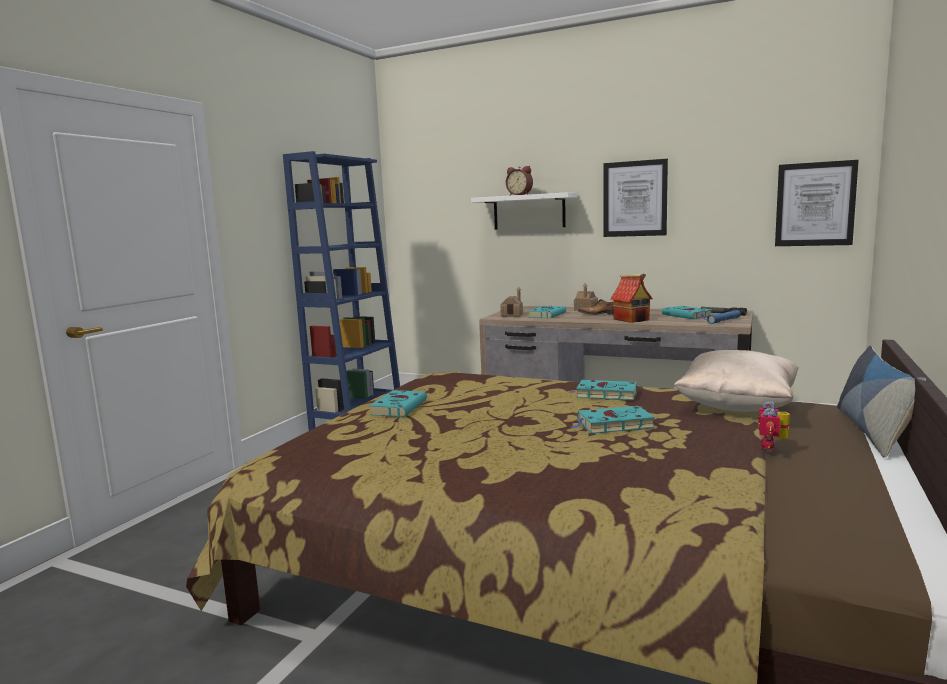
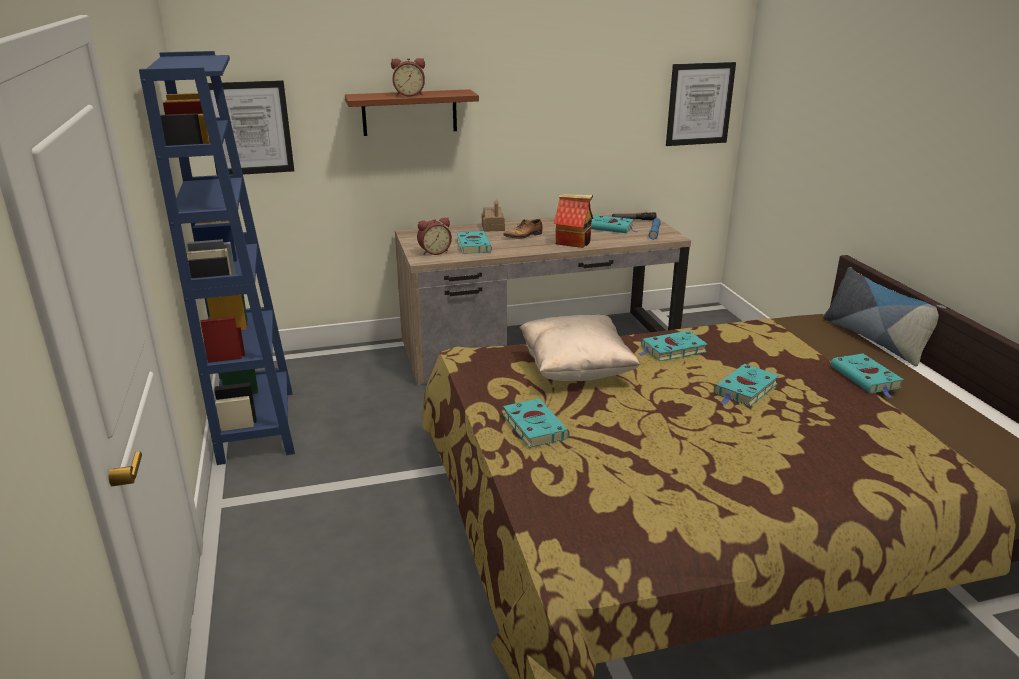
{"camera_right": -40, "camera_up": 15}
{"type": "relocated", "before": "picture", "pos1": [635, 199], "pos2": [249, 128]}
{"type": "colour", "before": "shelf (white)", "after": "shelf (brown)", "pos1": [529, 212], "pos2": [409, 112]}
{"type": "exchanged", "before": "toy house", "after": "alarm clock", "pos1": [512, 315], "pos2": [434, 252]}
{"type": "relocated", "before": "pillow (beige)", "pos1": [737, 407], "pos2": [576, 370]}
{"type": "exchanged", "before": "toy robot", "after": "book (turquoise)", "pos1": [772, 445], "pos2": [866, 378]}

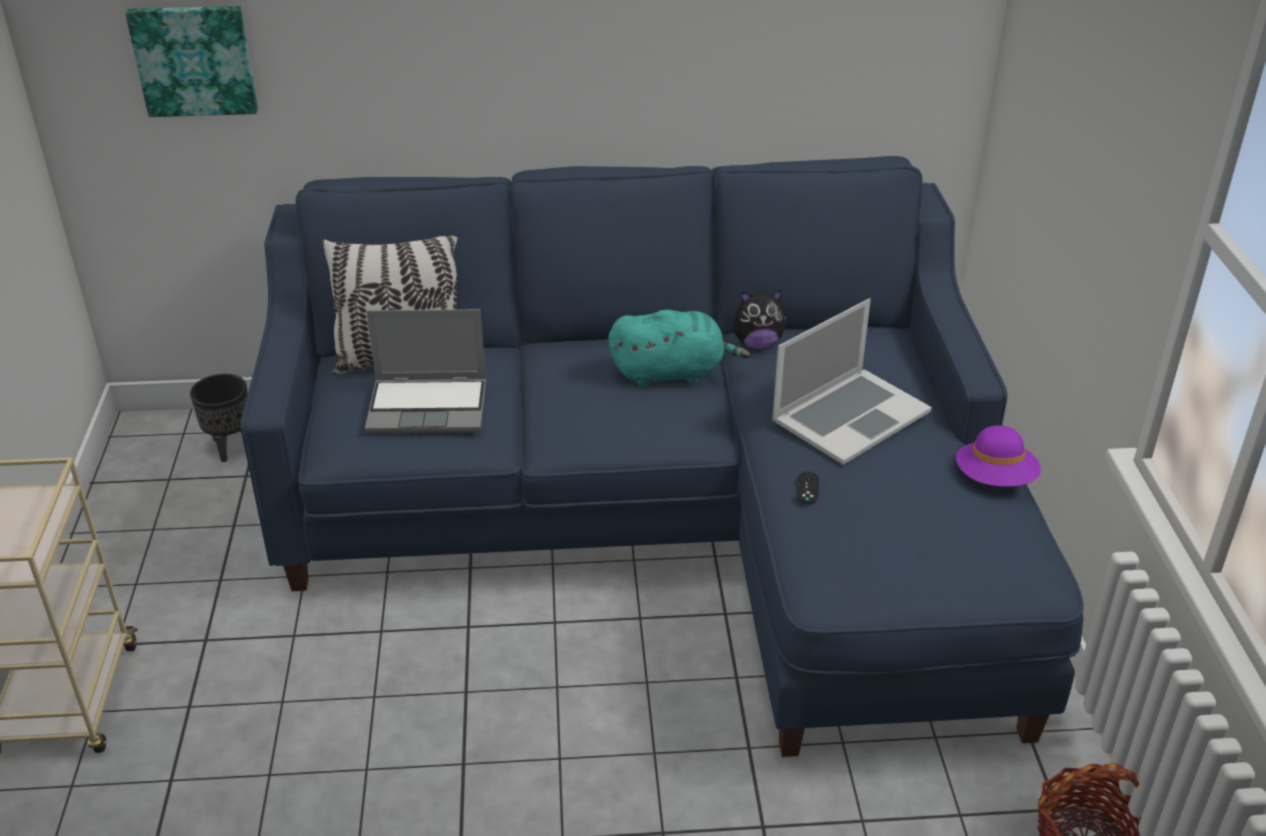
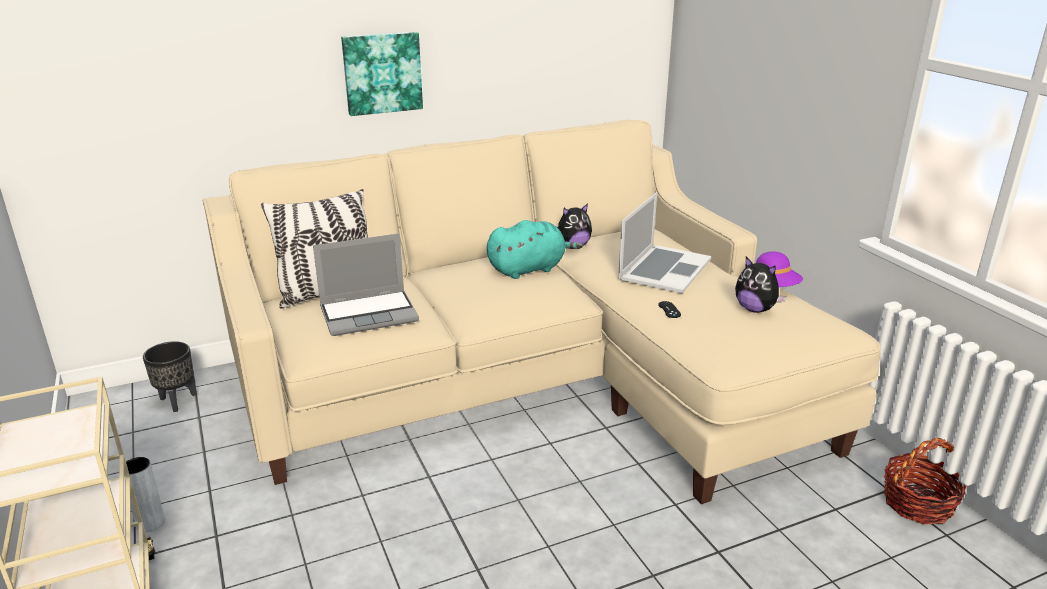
{"camera_right": -20, "camera_up": -10}
{"type": "relocated", "before": "picture", "pos1": [194, 60], "pos2": [382, 73]}
{"type": "colour", "before": "sofa (blue)", "after": "sofa (beige)", "pos1": [670, 518], "pos2": [534, 381]}
{"type": "appeared", "after": "plush toy", "pos2": [755, 309]}
{"type": "appeared", "after": "vase (grey)", "pos2": [150, 523]}

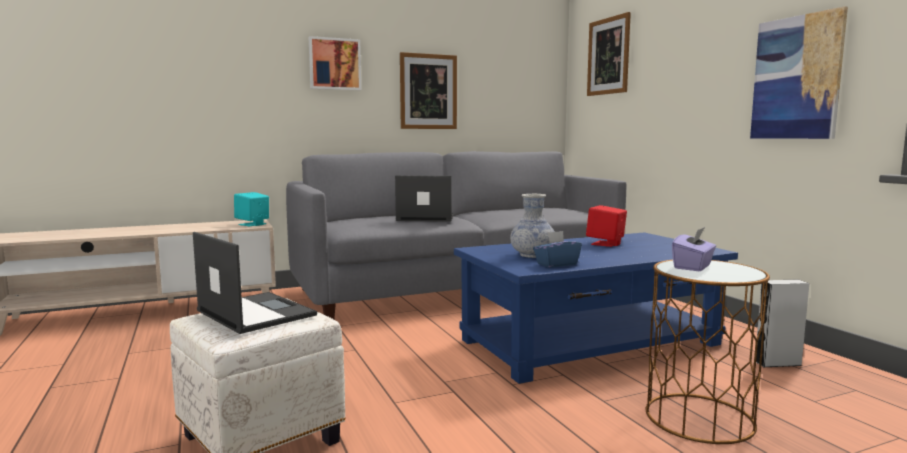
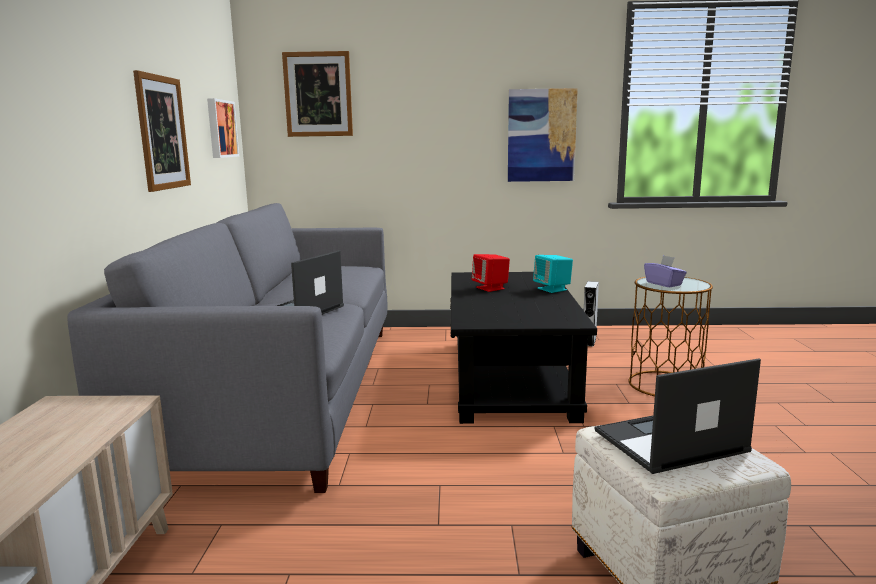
{"camera_right": -65, "camera_up": 5}
{"type": "relocated", "before": "picture", "pos1": [334, 64], "pos2": [220, 129]}
{"type": "relocated", "before": "speaker (turquoise)", "pos1": [252, 224], "pos2": [552, 289]}
{"type": "missing", "before": "vase", "pos1": [532, 255]}
{"type": "missing", "before": "tissue box (blue)", "pos1": [556, 264]}
{"type": "colour", "before": "coffee table (blue)", "after": "coffee table (black)", "pos1": [591, 342], "pos2": [510, 377]}

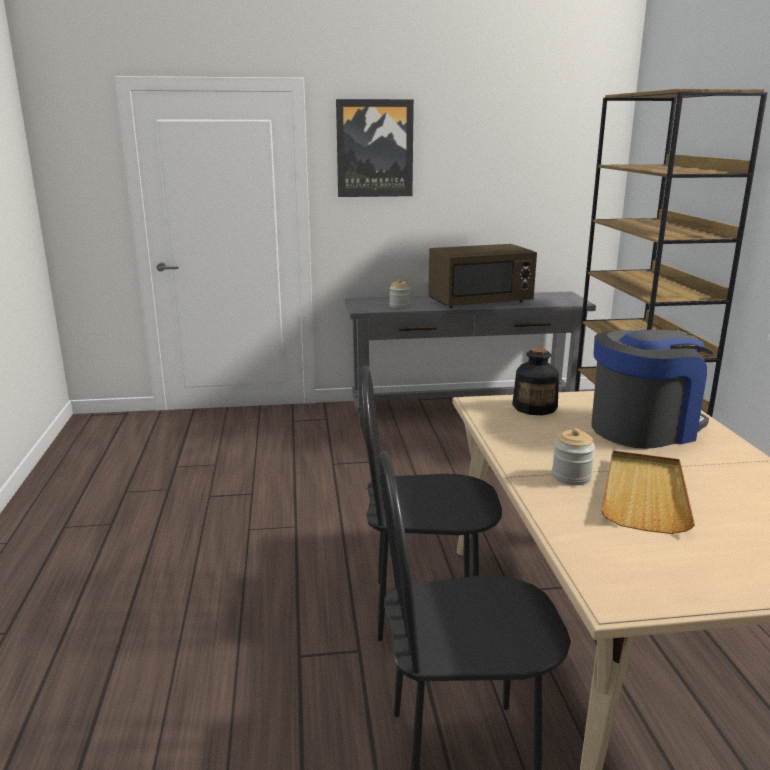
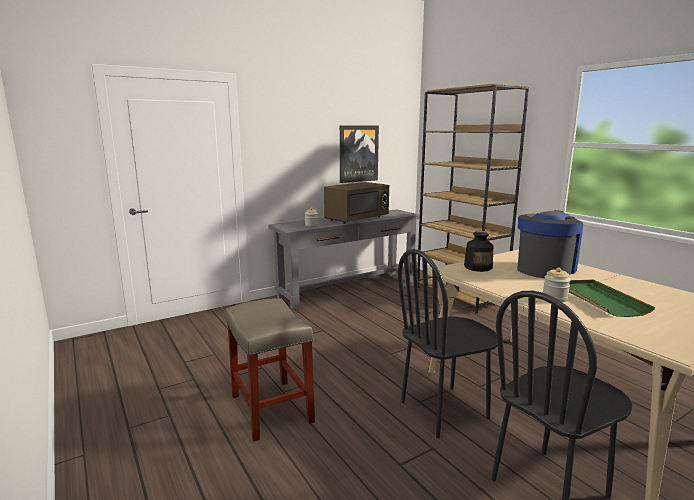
{"camera_right": -25, "camera_up": -5}
{"type": "relocated", "before": "picture", "pos1": [374, 148], "pos2": [358, 153]}
{"type": "colour", "before": "tray (beige)", "after": "tray (green)", "pos1": [644, 494], "pos2": [600, 300]}
{"type": "appeared", "after": "stool (beige)", "pos2": [270, 408]}

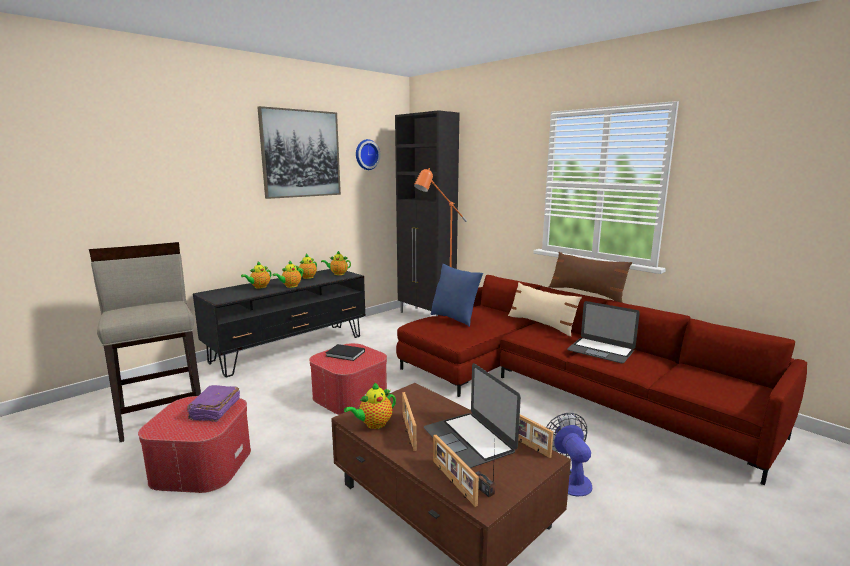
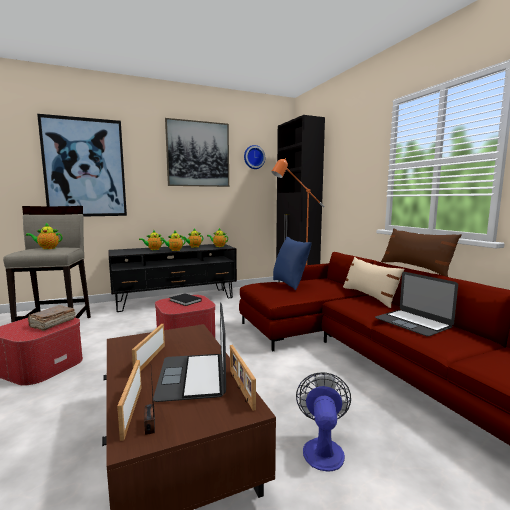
{"camera_right": 20, "camera_up": -5}
{"type": "relocated", "before": "teapot", "pos1": [373, 424], "pos2": [47, 248]}
{"type": "colour", "before": "book (purple)", "after": "book (brown)", "pos1": [214, 411], "pos2": [52, 324]}
{"type": "appeared", "after": "picture", "pos2": [85, 168]}

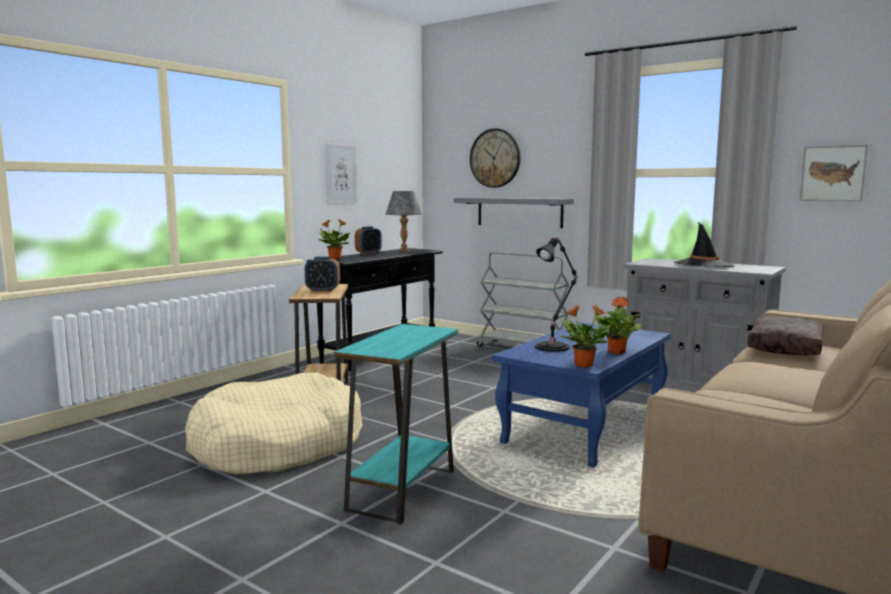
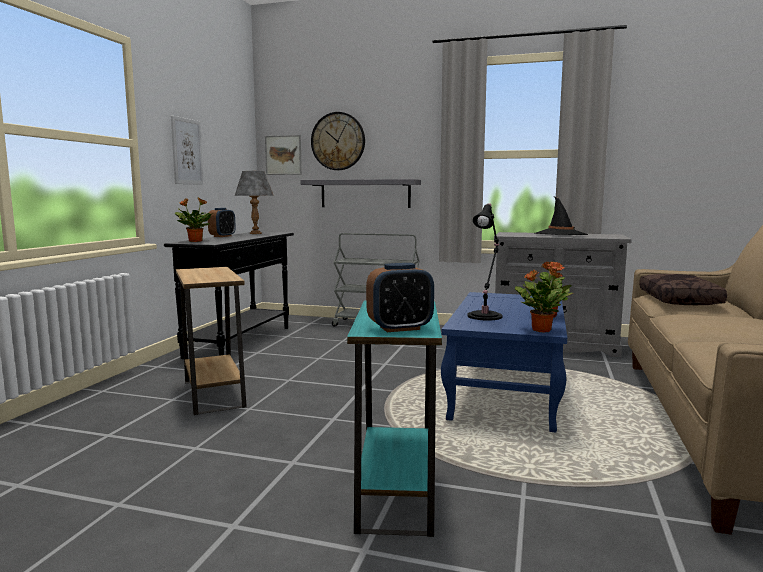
{"camera_right": -20, "camera_up": 0}
{"type": "relocated", "before": "picture", "pos1": [832, 173], "pos2": [283, 155]}
{"type": "relocated", "before": "alarm clock", "pos1": [322, 290], "pos2": [400, 328]}
{"type": "missing", "before": "dog bed (beige)", "pos1": [277, 445]}

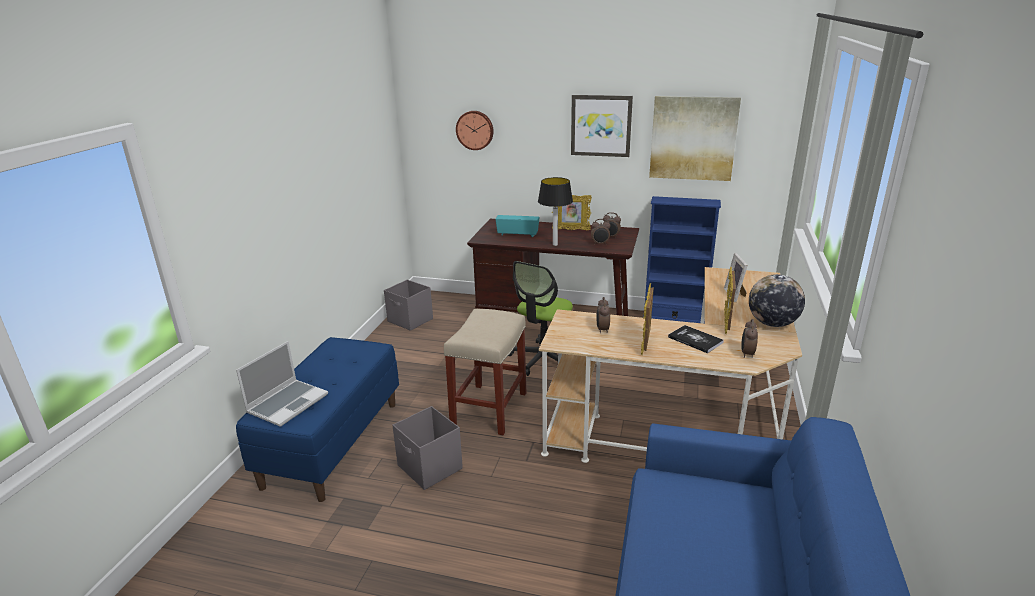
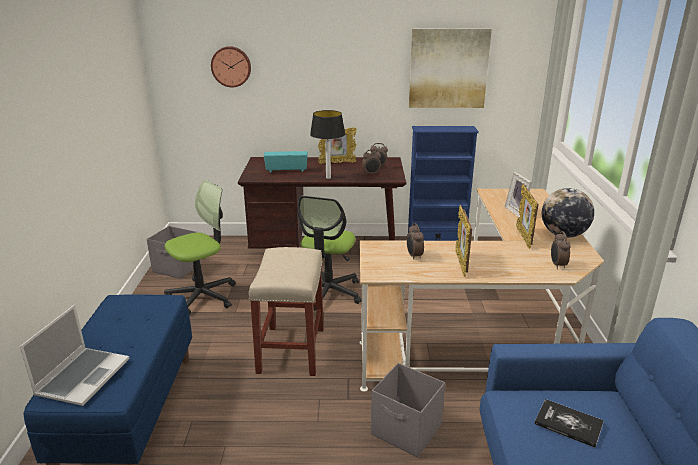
{"camera_right": -15, "camera_up": 0}
{"type": "missing", "before": "picture", "pos1": [601, 125]}
{"type": "relocated", "before": "book", "pos1": [695, 340], "pos2": [568, 424]}
{"type": "relocated", "before": "storage box (grey)", "pos1": [430, 468], "pos2": [406, 431]}
{"type": "appeared", "after": "office chair", "pos2": [202, 296]}

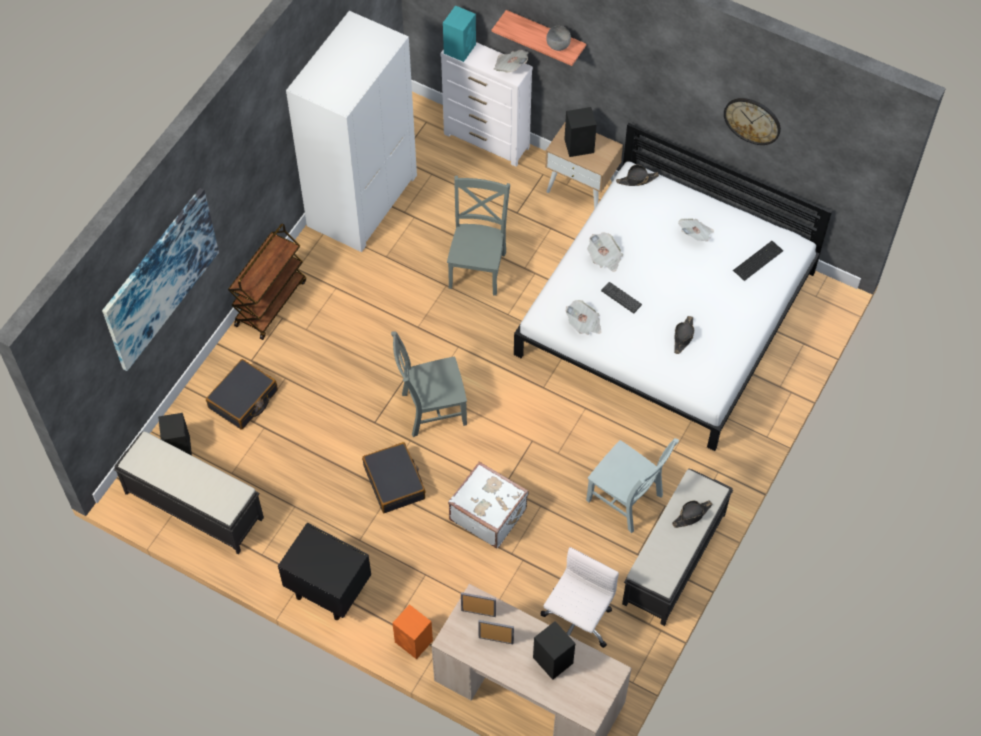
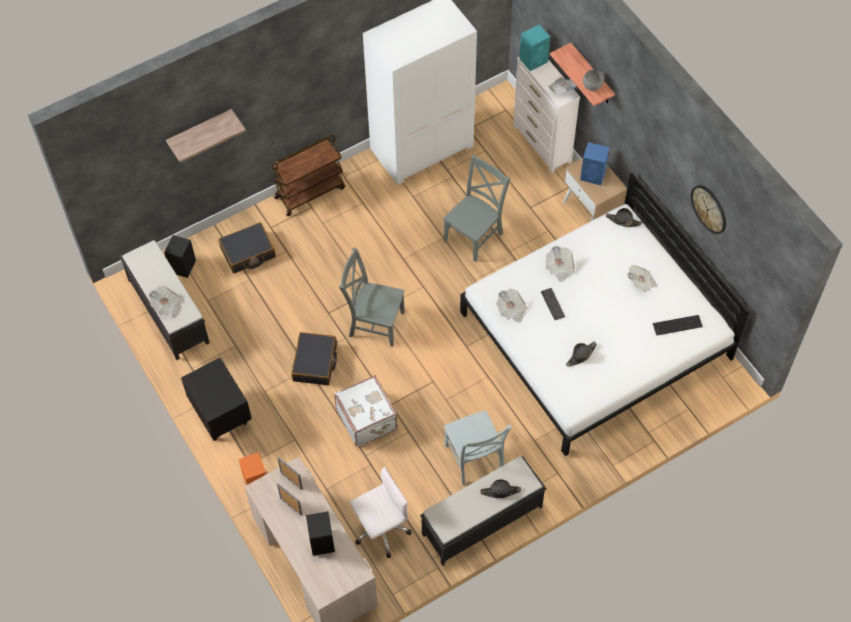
{"camera_right": 30, "camera_up": 0}
{"type": "colour", "before": "speaker (black)", "after": "speaker (blue)", "pos1": [580, 146], "pos2": [593, 175]}
{"type": "exchanged", "before": "picture", "after": "shelf", "pos1": [160, 278], "pos2": [200, 131]}
{"type": "appeared", "after": "newspaper", "pos2": [167, 306]}

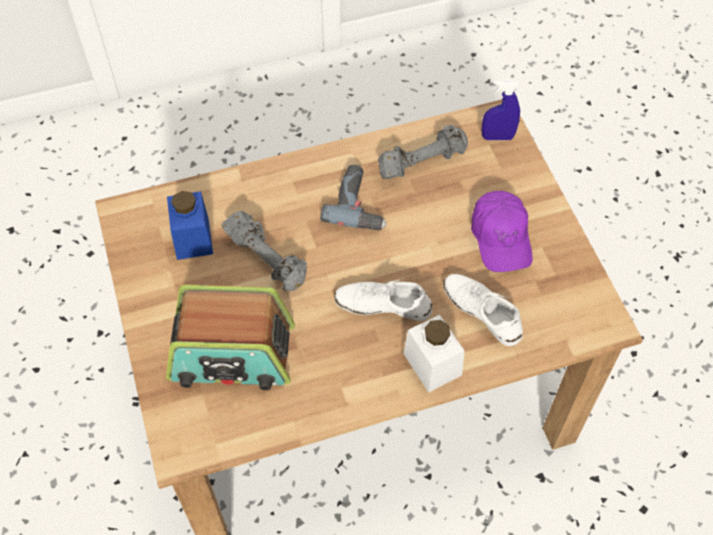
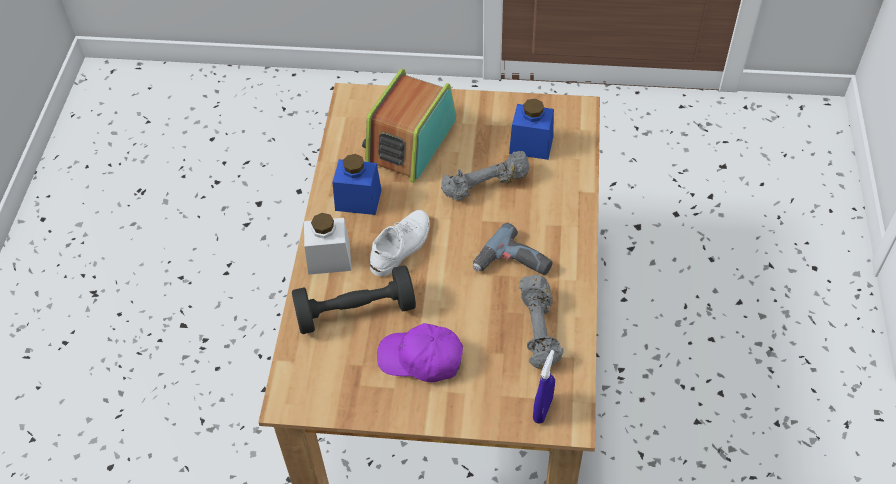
{"camera_right": 115, "camera_up": -5}
{"type": "exchanged", "before": "shoe (white)", "after": "dumbbell (black)", "pos1": [482, 311], "pos2": [355, 312]}
{"type": "appeared", "after": "jar (blue)", "pos2": [358, 200]}

